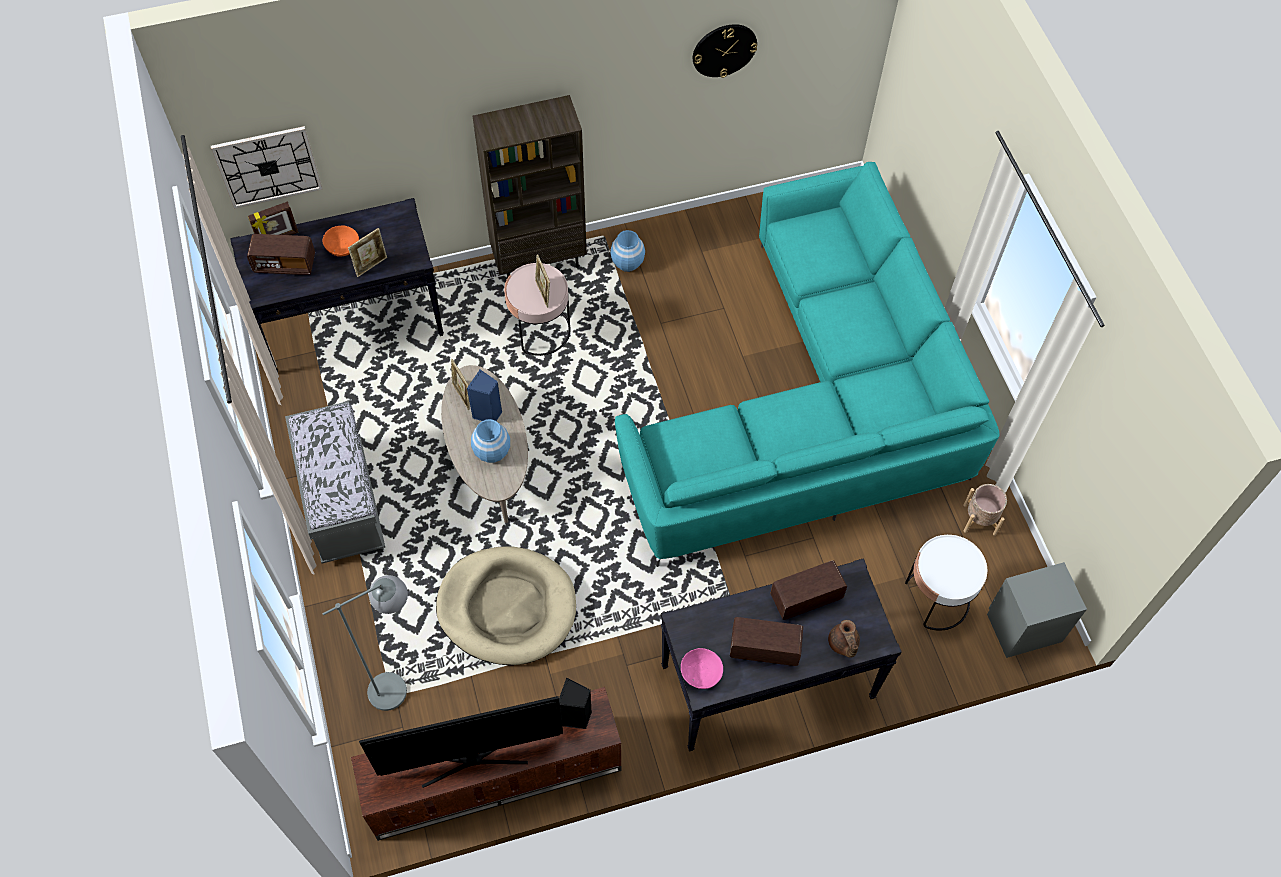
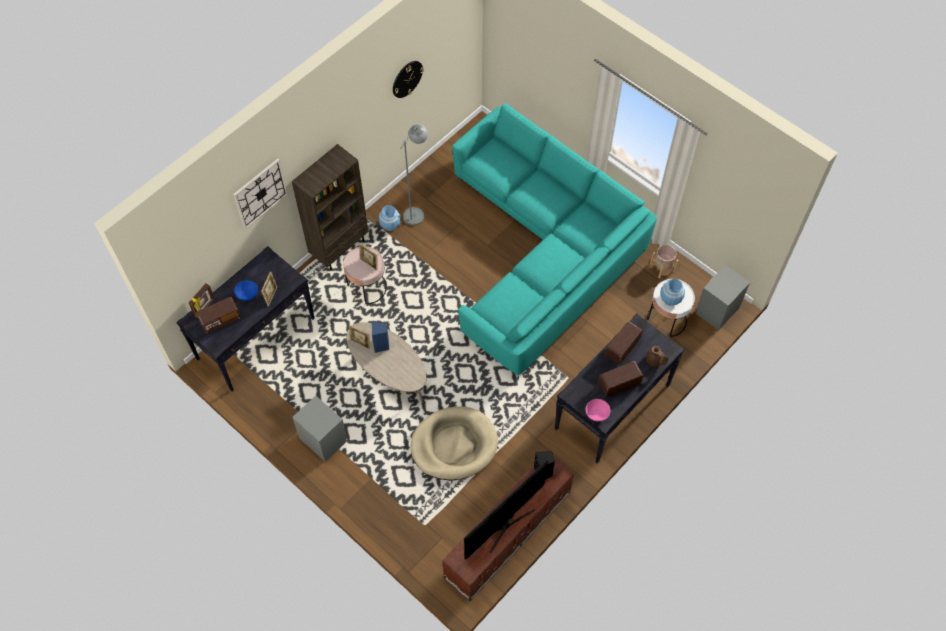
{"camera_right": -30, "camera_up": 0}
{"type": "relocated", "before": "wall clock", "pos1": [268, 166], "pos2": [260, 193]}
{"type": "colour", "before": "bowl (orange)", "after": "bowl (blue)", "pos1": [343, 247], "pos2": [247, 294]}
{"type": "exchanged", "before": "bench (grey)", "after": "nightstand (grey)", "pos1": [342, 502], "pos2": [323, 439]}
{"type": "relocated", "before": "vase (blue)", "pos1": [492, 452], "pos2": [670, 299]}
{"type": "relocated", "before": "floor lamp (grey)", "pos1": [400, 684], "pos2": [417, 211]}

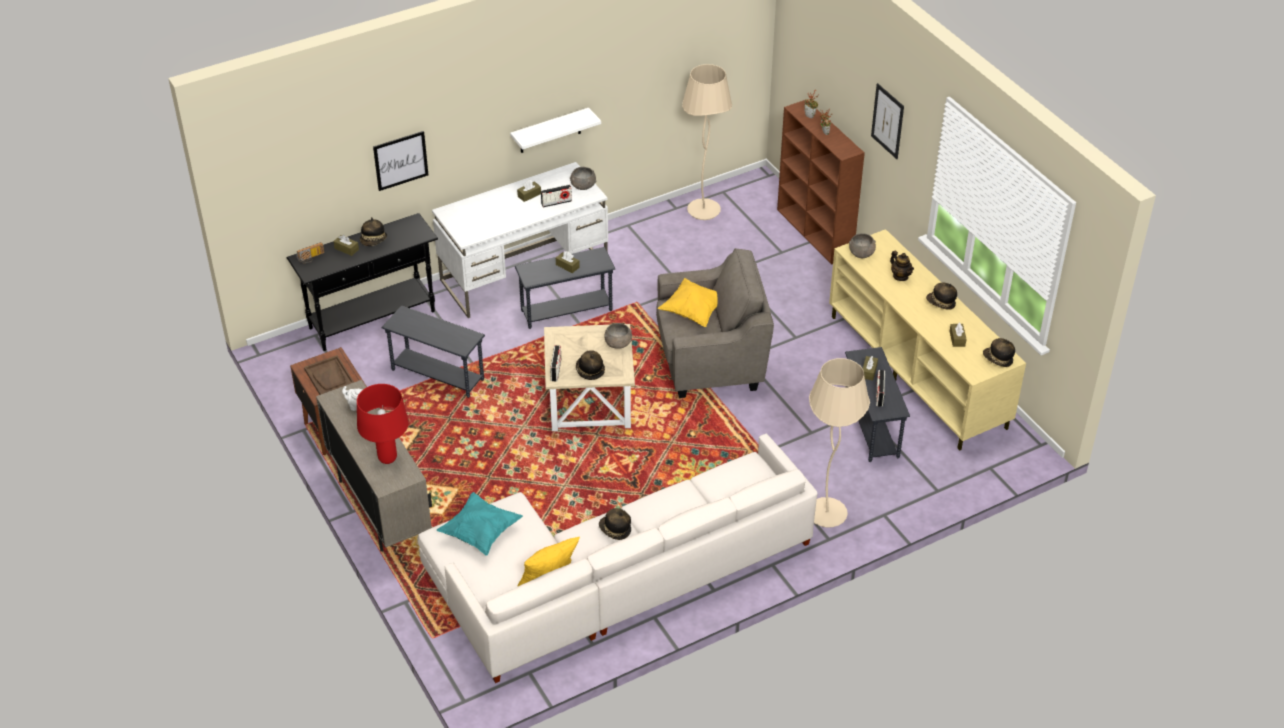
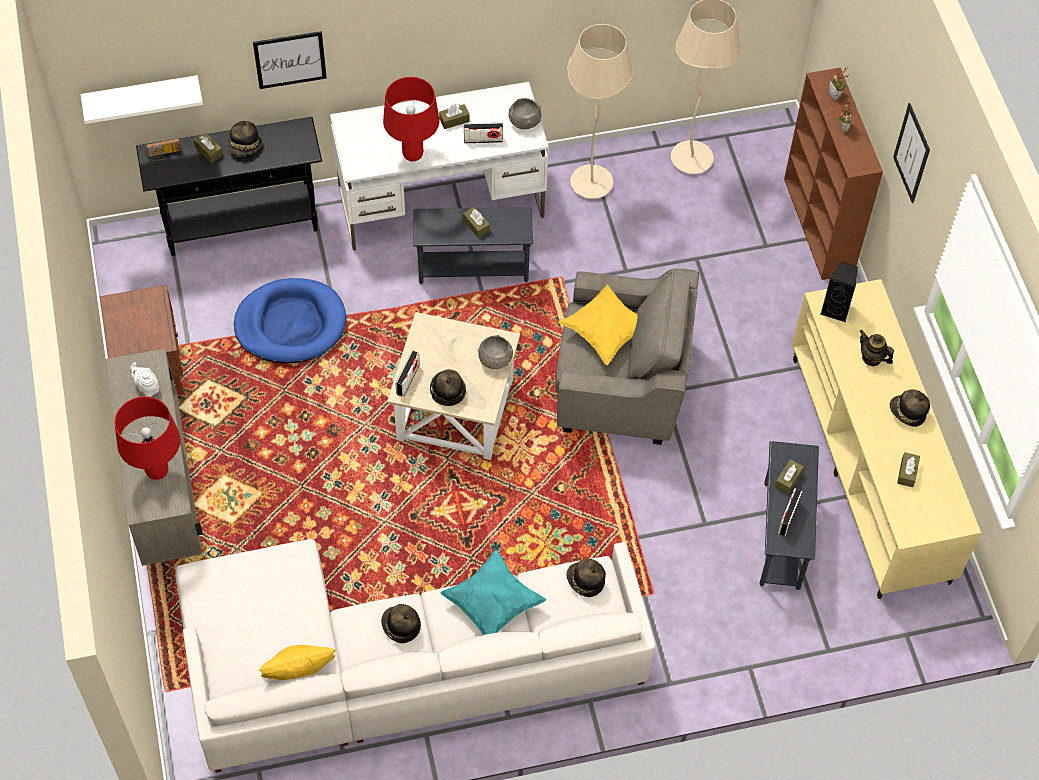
{"camera_right": 15, "camera_up": 15}
{"type": "relocated", "before": "shelf (white)", "pos1": [550, 131], "pos2": [141, 96]}
{"type": "exchanged", "before": "bowl (grey)", "after": "speaker (black)", "pos1": [861, 253], "pos2": [836, 309]}
{"type": "spun", "before": "teapot", "pos1": [900, 276], "pos2": [872, 358], "turn": 150}
{"type": "exchanged", "before": "side table (grey)", "after": "dog bed (blue)", "pos1": [437, 375], "pos2": [290, 324]}
{"type": "relocated", "before": "hat", "pos1": [997, 359], "pos2": [585, 581]}
{"type": "missing", "before": "tray (brown)", "pos1": [329, 377]}
{"type": "relocated", "before": "floor lamp (beige)", "pos1": [827, 514], "pos2": [591, 184]}
{"type": "relocated", "before": "pillow (turquoise)", "pos1": [480, 533], "pos2": [492, 604]}
{"type": "appeared", "after": "table lamp (red)", "pos2": [412, 155]}

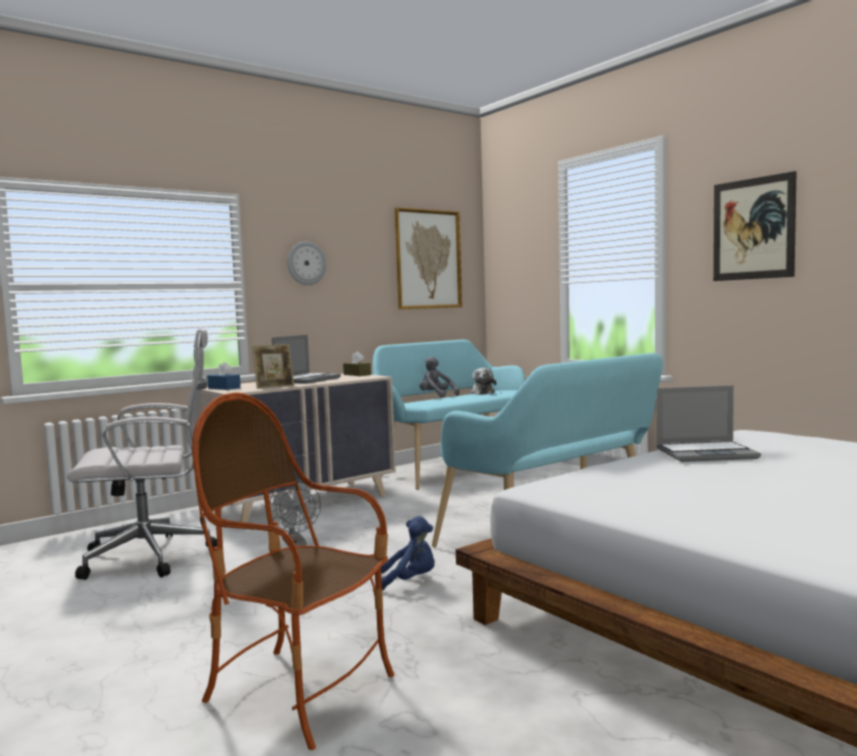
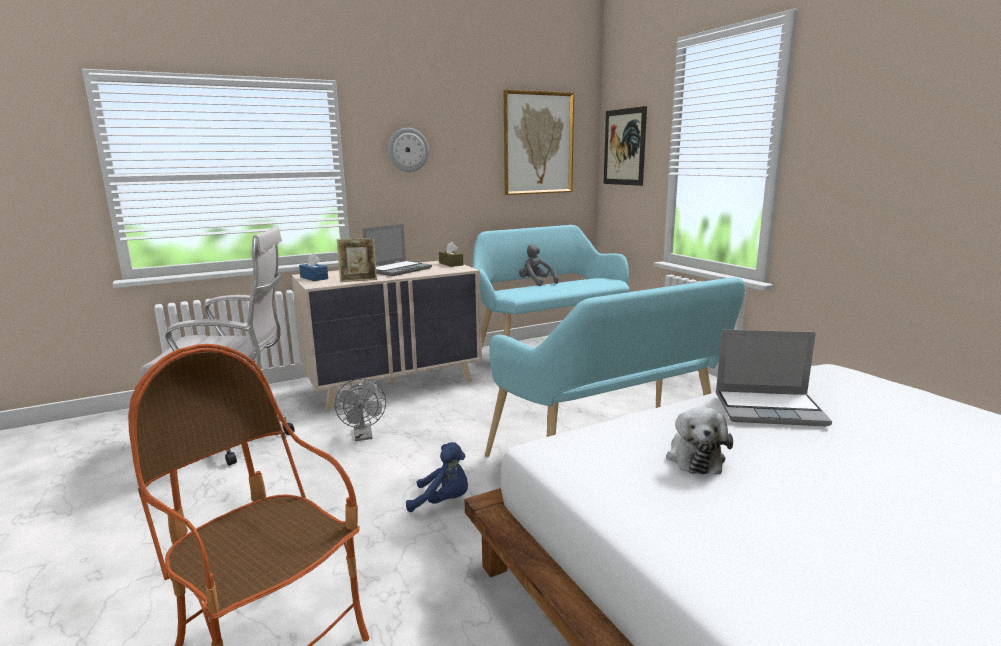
{"camera_right": 10, "camera_up": 10}
{"type": "relocated", "before": "picture", "pos1": [753, 229], "pos2": [624, 147]}
{"type": "relocated", "before": "plush toy", "pos1": [482, 393], "pos2": [694, 457]}

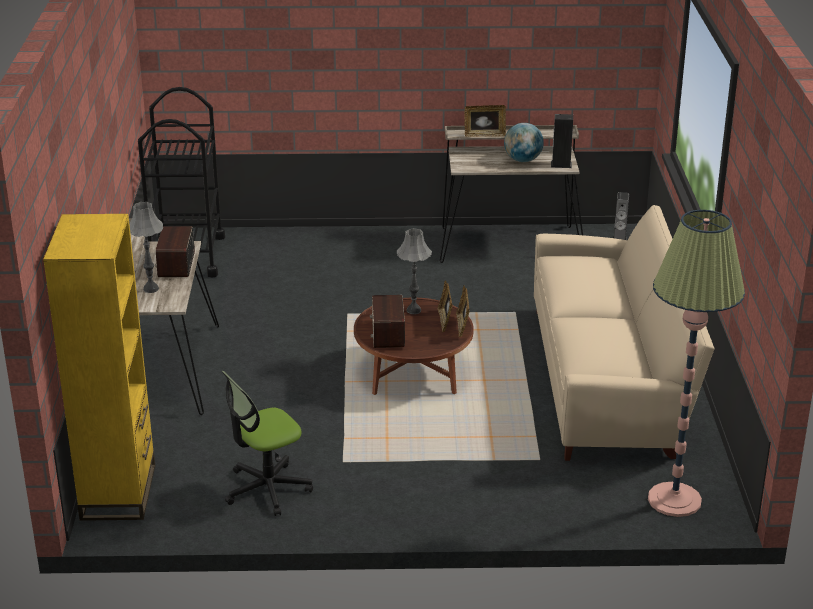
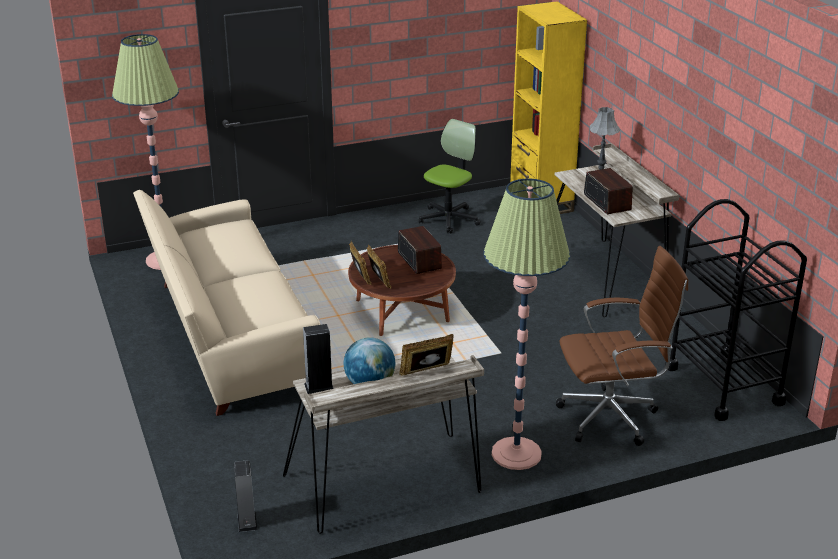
{"camera_right": 160, "camera_up": 0}
{"type": "missing", "before": "table lamp (grey)", "pos1": [413, 310]}
{"type": "appeared", "after": "floor lamp", "pos2": [516, 454]}
{"type": "appeared", "after": "office chair (brown)", "pos2": [612, 417]}

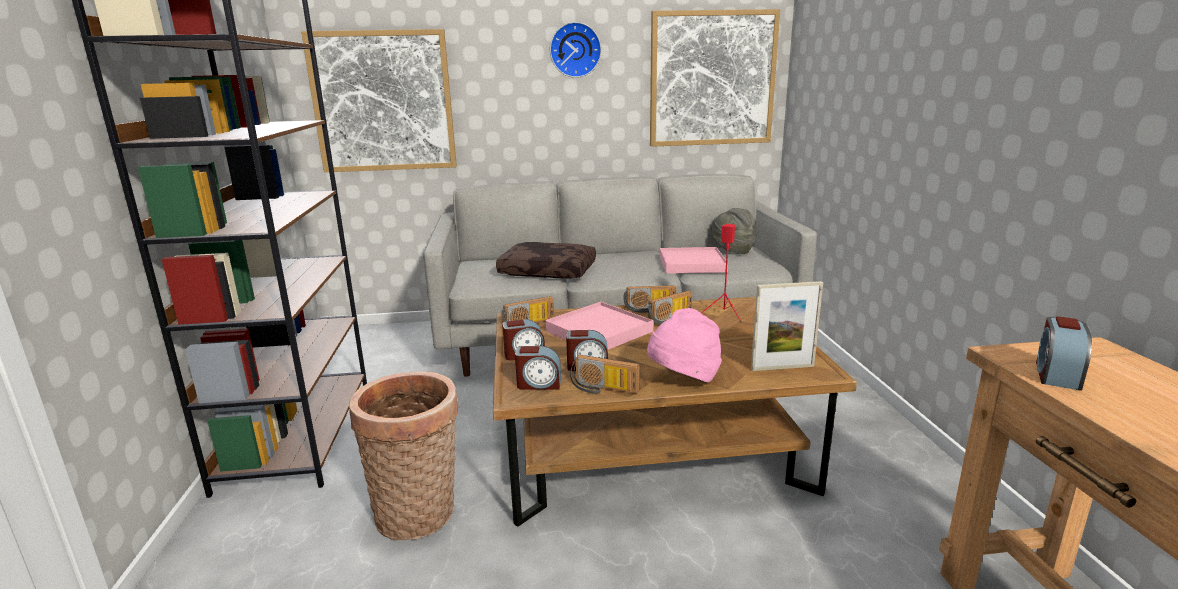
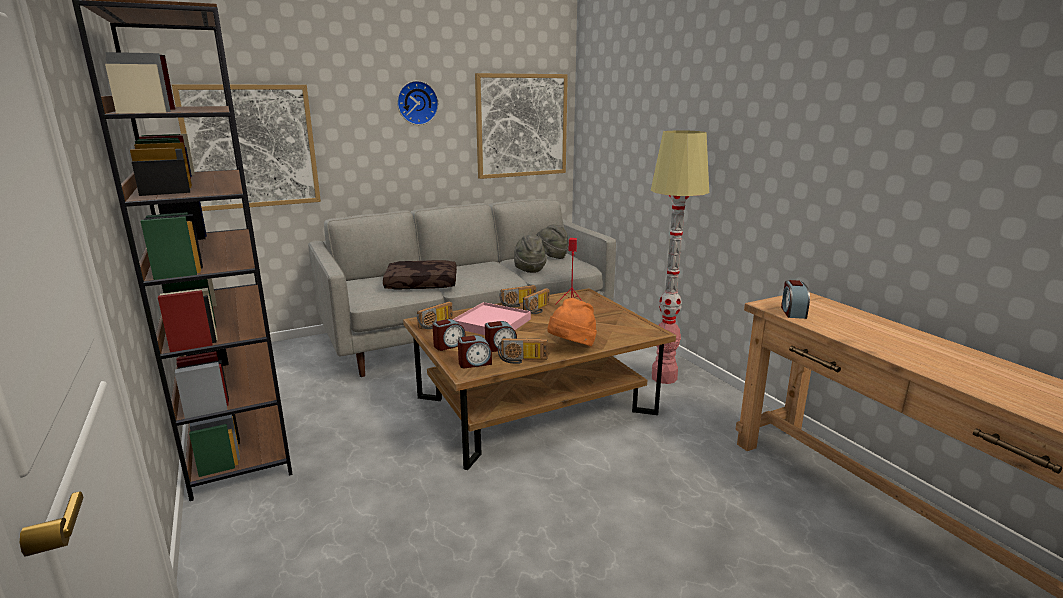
{"camera_right": -20, "camera_up": 0}
{"type": "exchanged", "before": "tray (pink)", "after": "hat (grey)", "pos1": [691, 264], "pos2": [529, 269]}
{"type": "missing", "before": "picture frame", "pos1": [782, 367]}
{"type": "colour", "before": "hat (pink)", "after": "hat (orange)", "pos1": [684, 379], "pos2": [571, 347]}
{"type": "missing", "before": "basket", "pos1": [420, 515]}
{"type": "appeared", "after": "floor lamp", "pos2": [664, 377]}

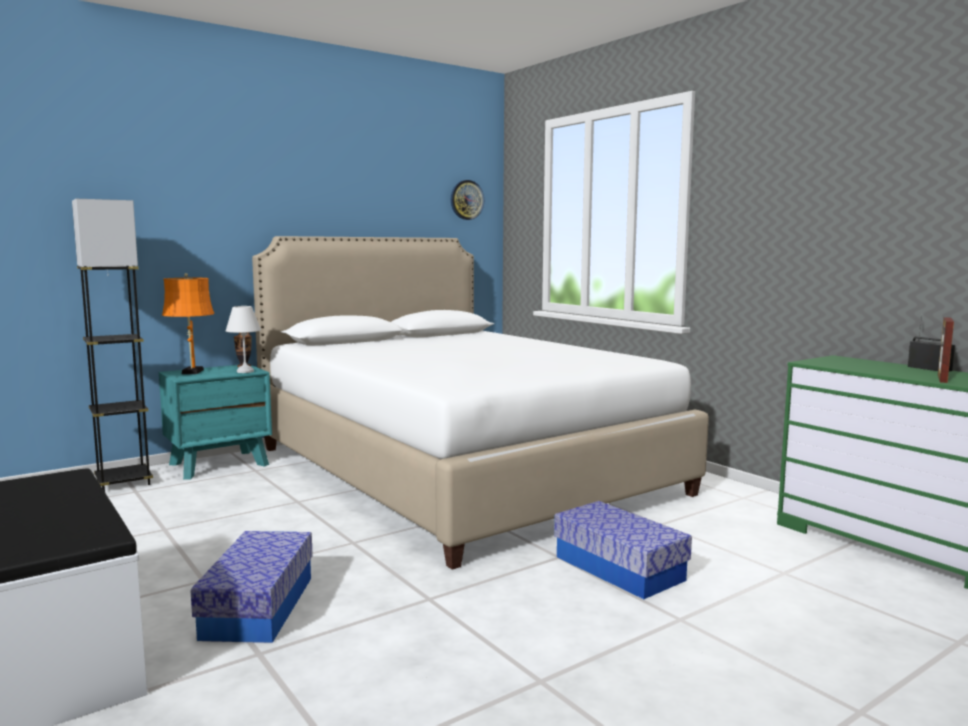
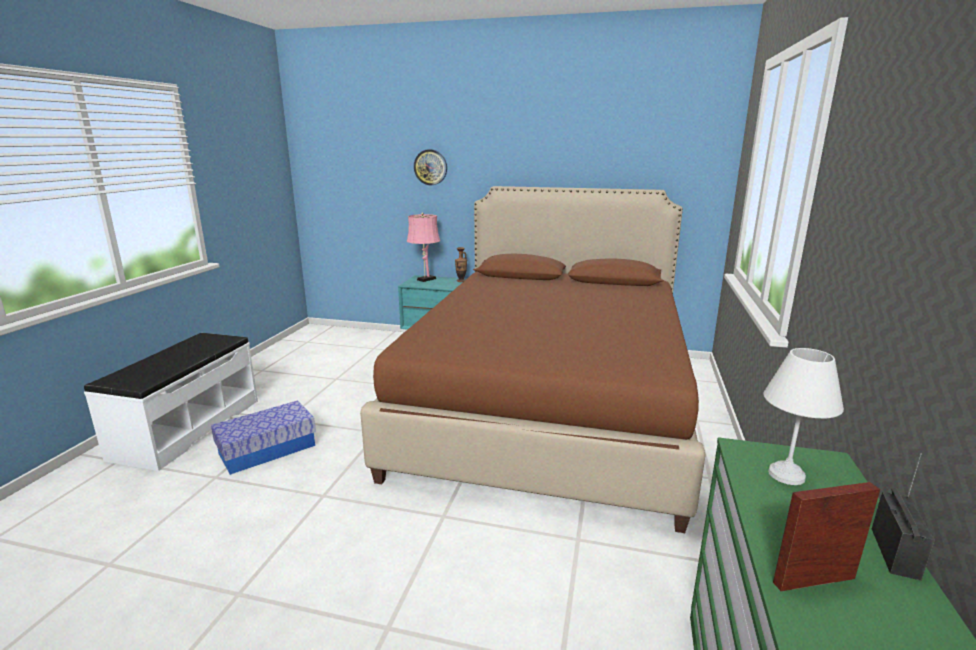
{"camera_right": 50, "camera_up": 10}
{"type": "relocated", "before": "wall clock", "pos1": [466, 200], "pos2": [430, 167]}
{"type": "missing", "before": "floor lamp (grey)", "pos1": [124, 482]}
{"type": "colour", "before": "bed (white)", "after": "bed (brown)", "pos1": [460, 470], "pos2": [549, 406]}
{"type": "colour", "before": "table lamp (orange)", "after": "table lamp (pink)", "pos1": [191, 372], "pos2": [425, 279]}
{"type": "relocated", "before": "table lamp (white)", "pos1": [245, 371], "pos2": [786, 476]}
{"type": "missing", "before": "storage box", "pos1": [619, 568]}

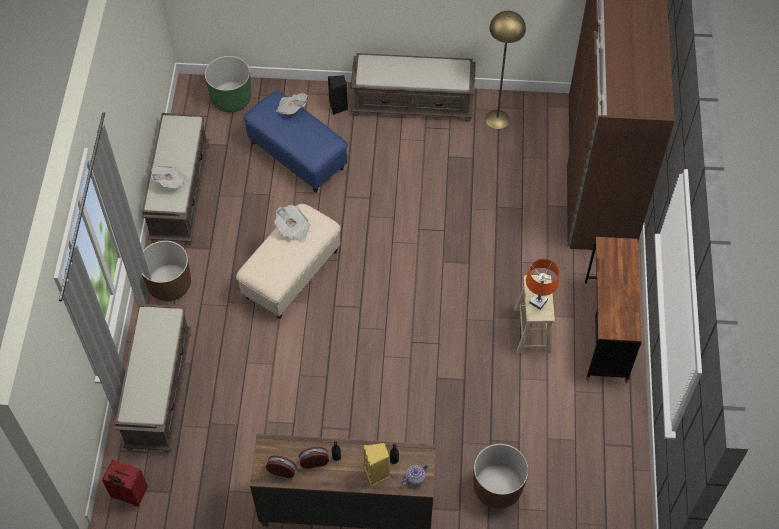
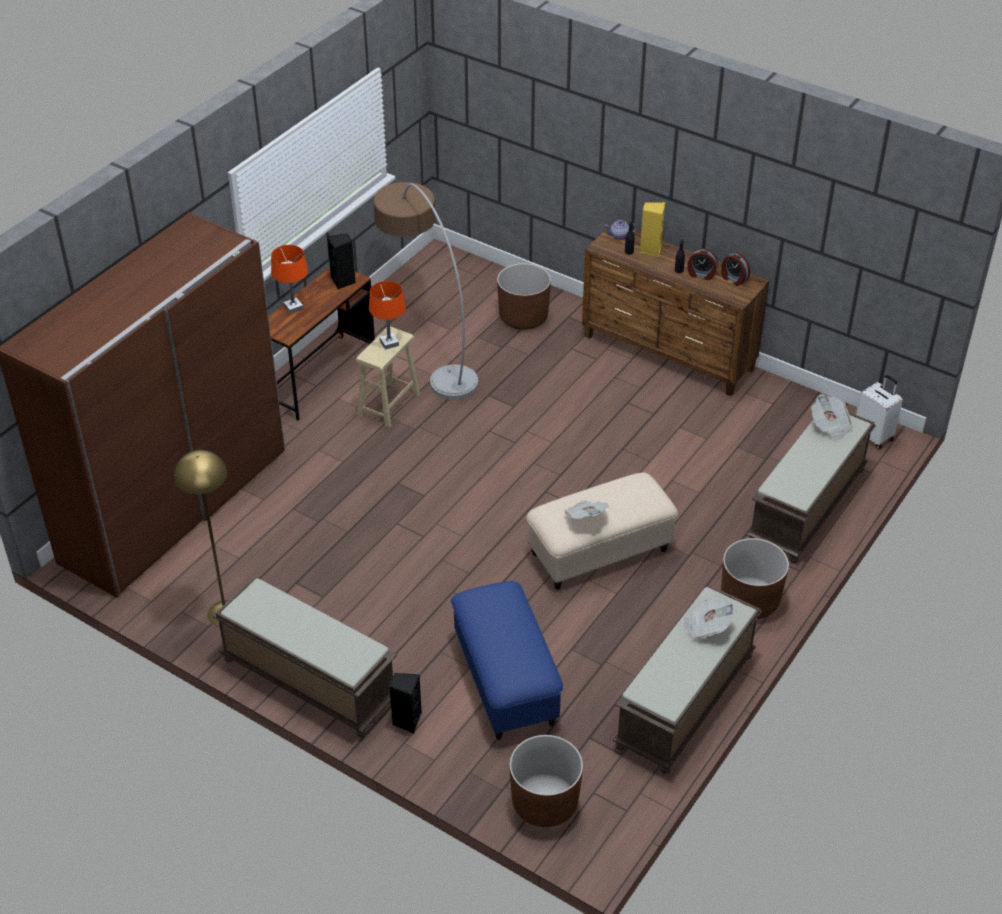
{"camera_right": -150, "camera_up": -15}
{"type": "colour", "before": "planter (green)", "after": "planter (brown)", "pos1": [231, 99], "pos2": [545, 803]}
{"type": "relocated", "before": "newspaper", "pos1": [292, 109], "pos2": [830, 427]}
{"type": "colour", "before": "suitcase (red)", "after": "suitcase (white)", "pos1": [129, 494], "pos2": [874, 436]}
{"type": "appeared", "after": "floor lamp", "pos2": [427, 345]}
{"type": "appeared", "after": "speaker (black)", "pos2": [343, 281]}
{"type": "appeared", "after": "table lamp (orange)", "pos2": [293, 307]}

